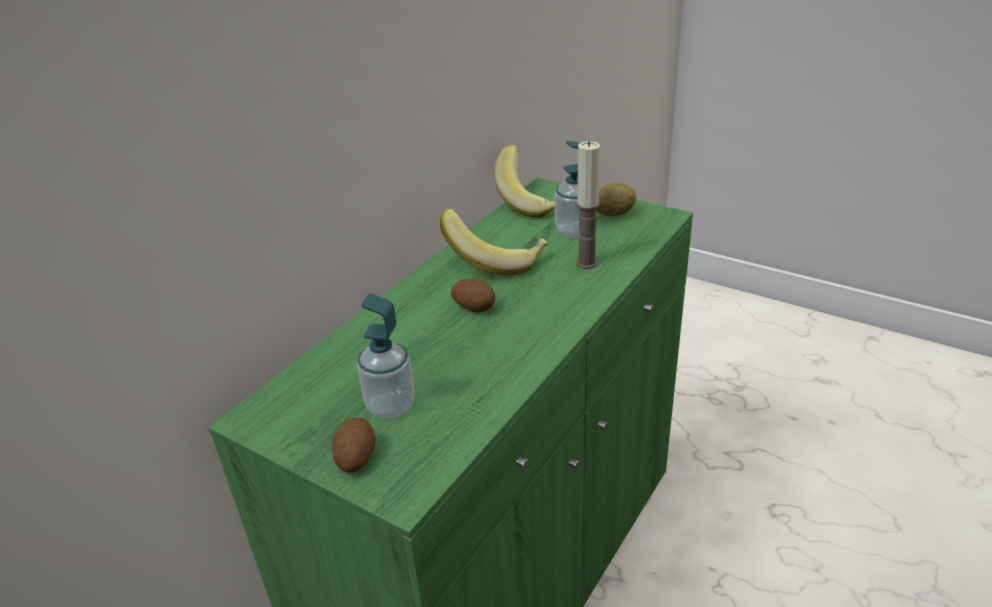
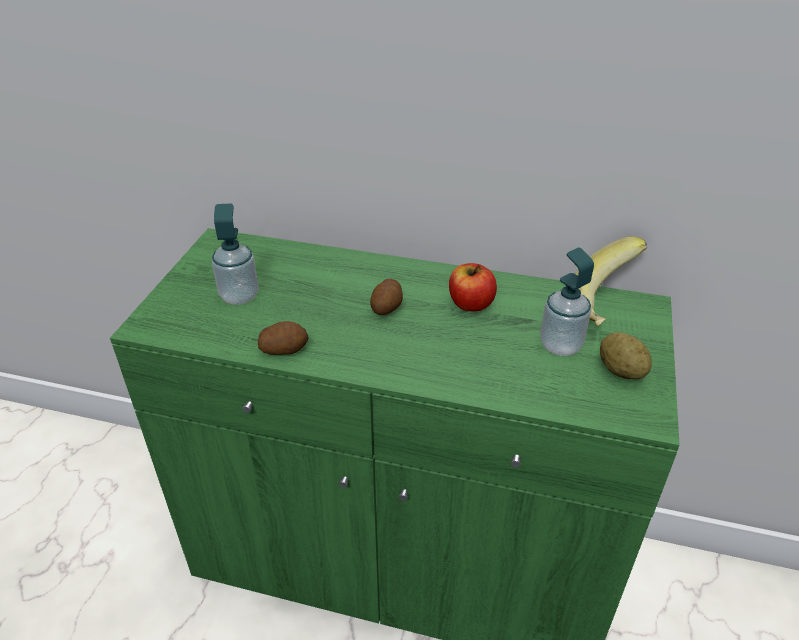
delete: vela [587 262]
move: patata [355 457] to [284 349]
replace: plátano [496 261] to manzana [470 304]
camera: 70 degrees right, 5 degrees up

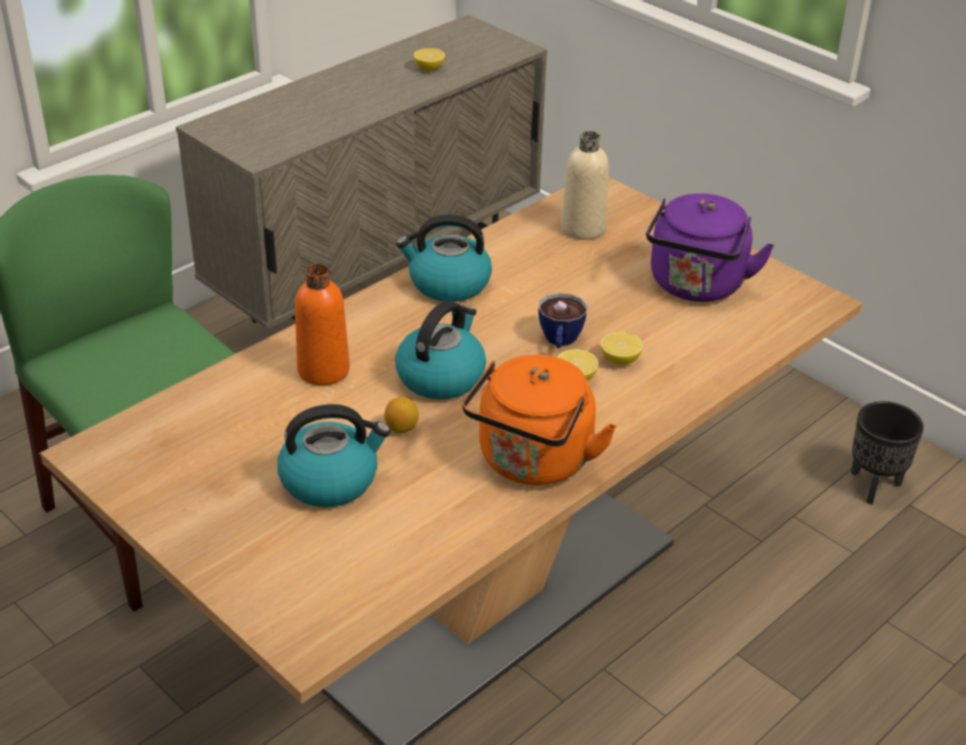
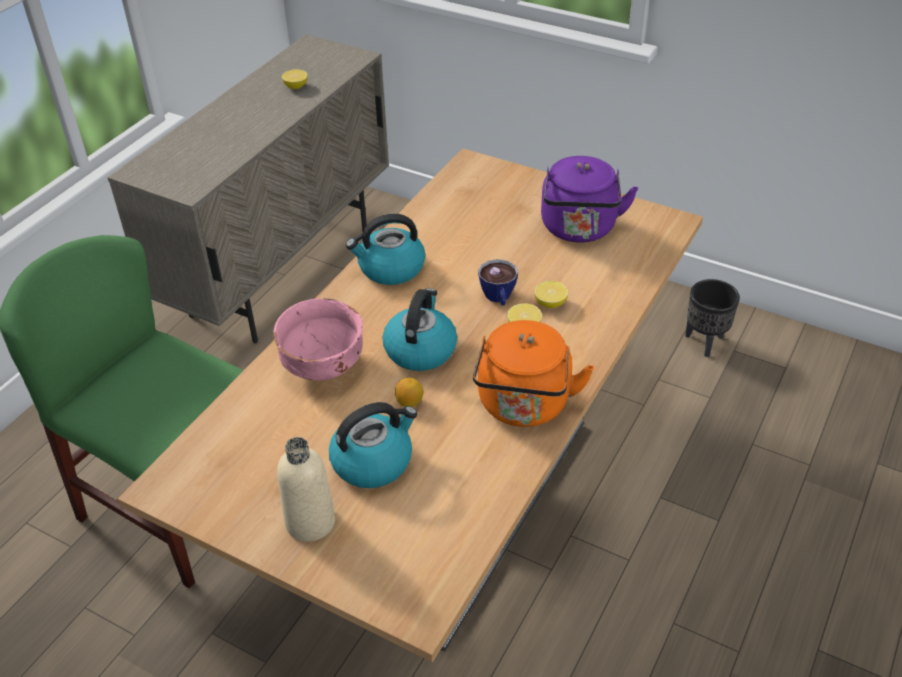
move: botella (beis) [583 228] to [310 522]
replace: botella (naranja) [323 370] to cuenco (rosa) [324 366]
camera: 15 degrees left, 5 degrees up

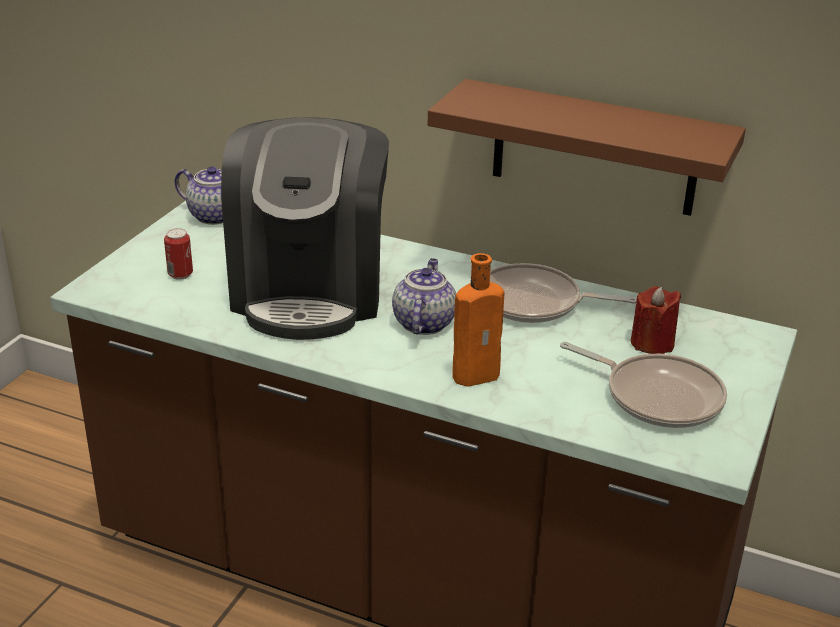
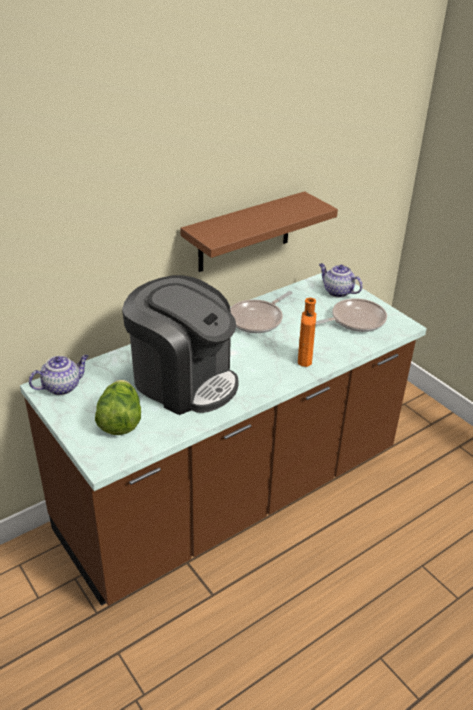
delete: vela (rojo) [652 343]
move: tetera [423 322] to [337 291]
replace: lata [180 274] to lechuga [120 421]
camera: 60 degrees left, 5 degrees up

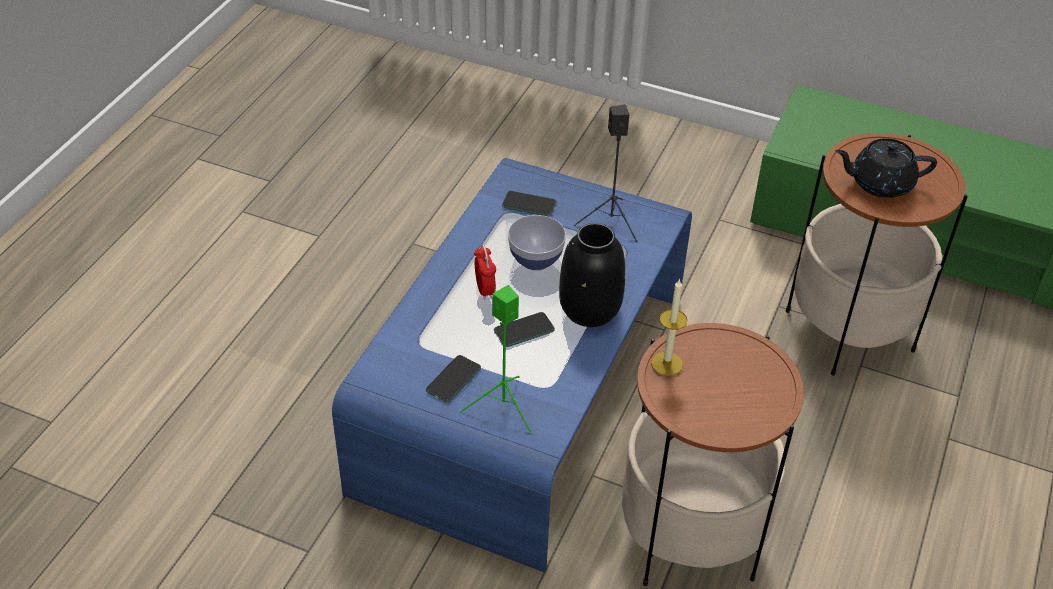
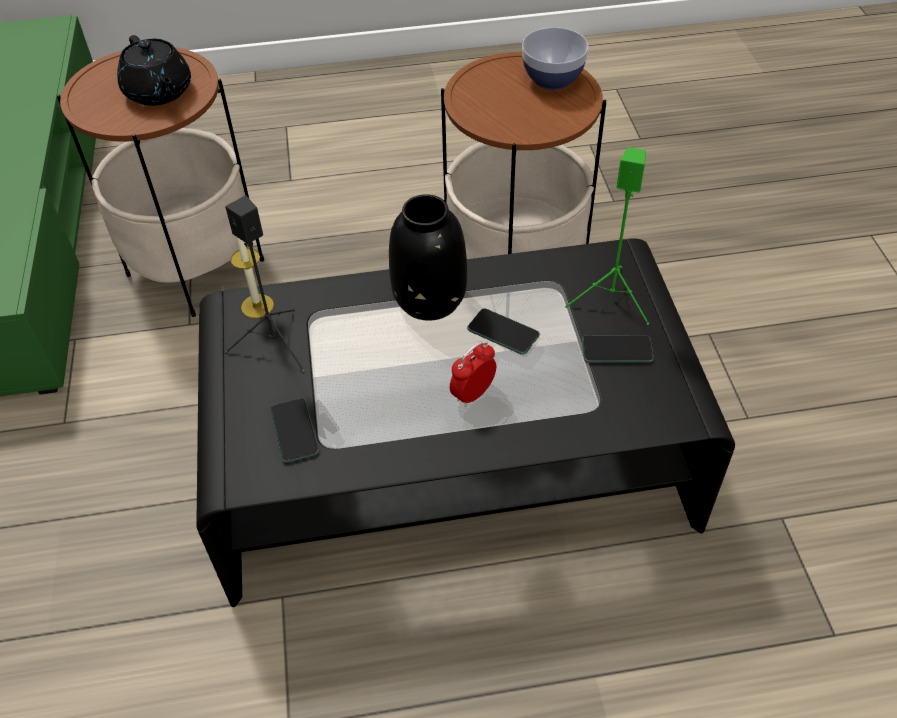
move: cuenco [535 259] to [552 79]; vela [666 364] to [257 306]
recolor: mesa de centro (azul) [523 390] to mesa de centro (negro) [451 462]
camera: 120 degrees left, 5 degrees up

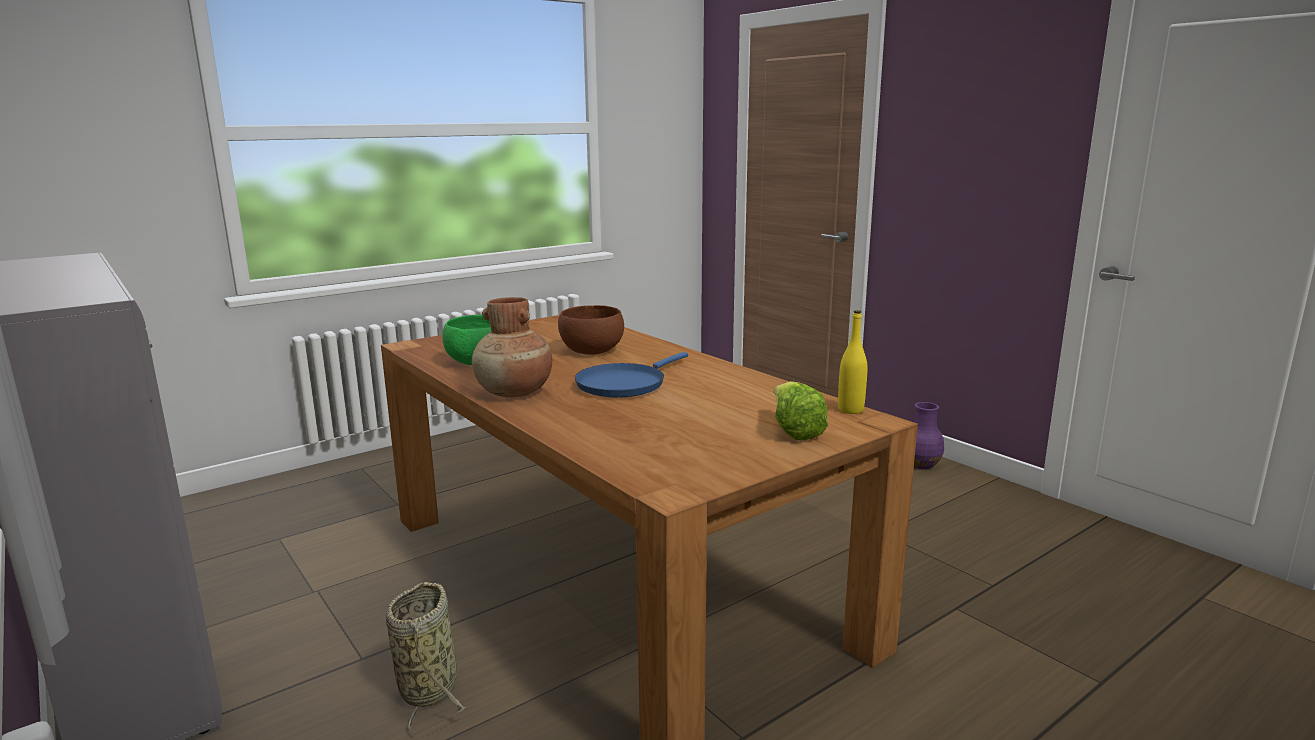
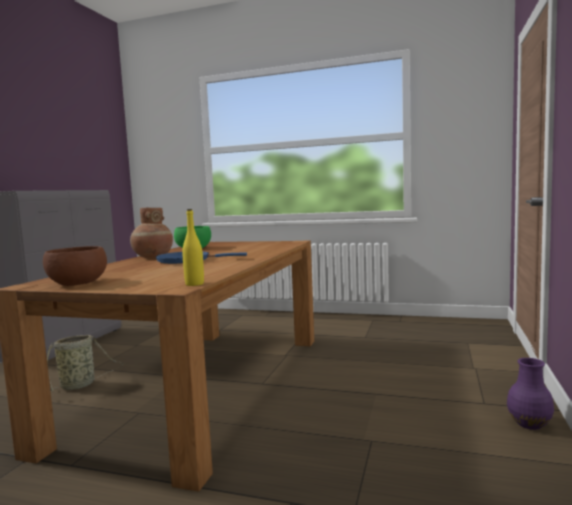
delete: lechuga [794 431]
move: cuenco (marrón) [592 350] to [78 283]
camera: 55 degrees right, 10 degrees down

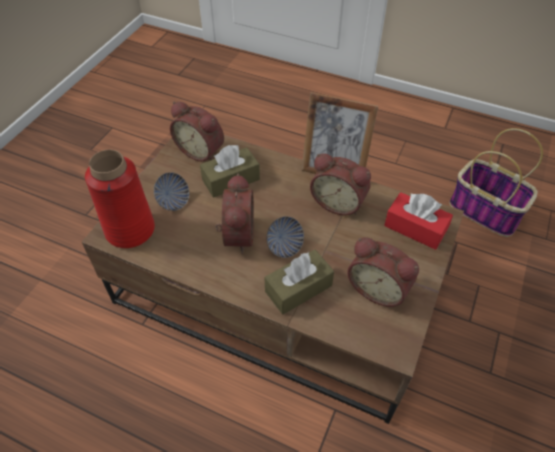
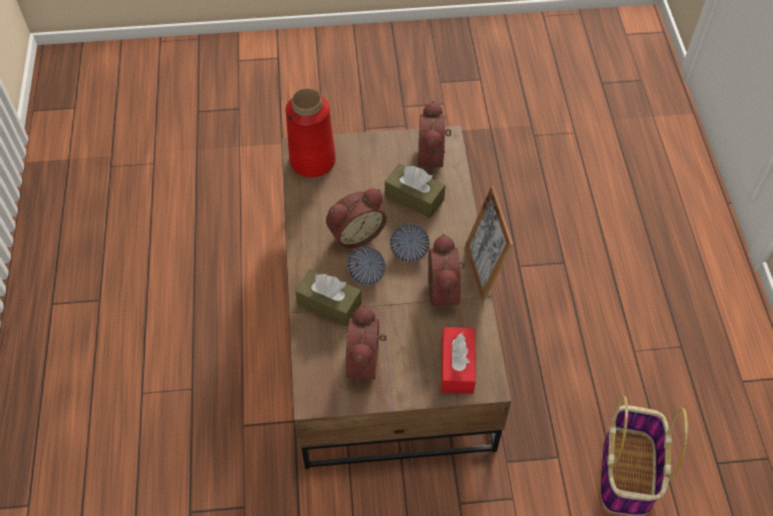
move: cuenco [173 201] to [409 251]
camera: 60 degrees right, 5 degrees up

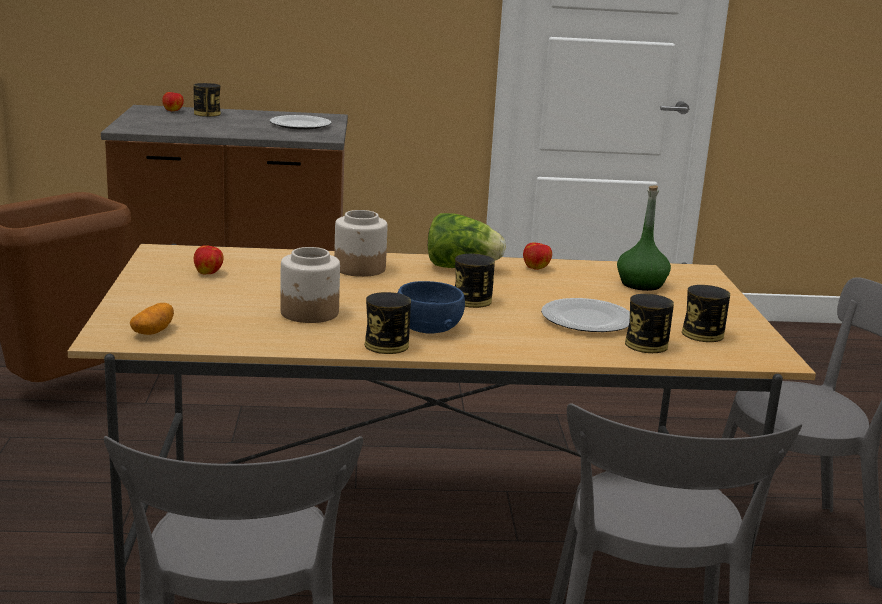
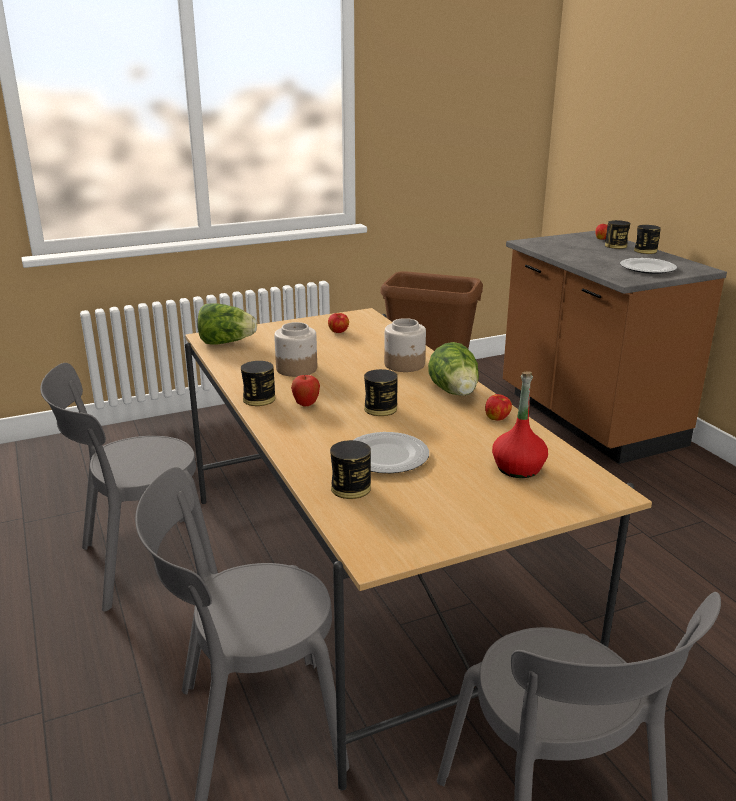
move: lata [702 334] to [645 251]
replace: patata [153 331] to lechuga [226 343]; cuenco (azul) [428 327] to manzana [306 405]
recolor: botella (verde) [641 284] to botella (rojo) [518 468]
camera: 70 degrees right, 5 degrees up

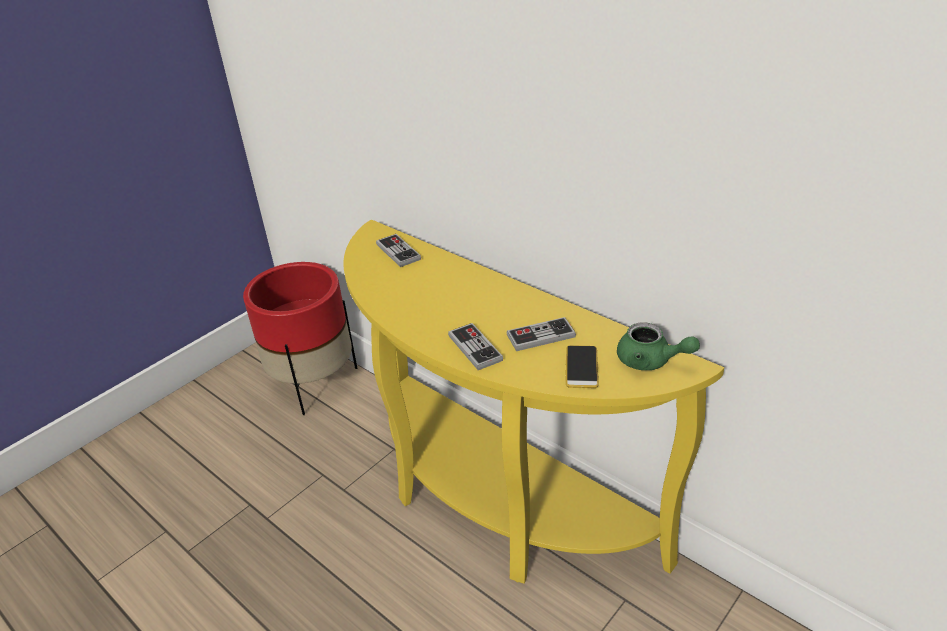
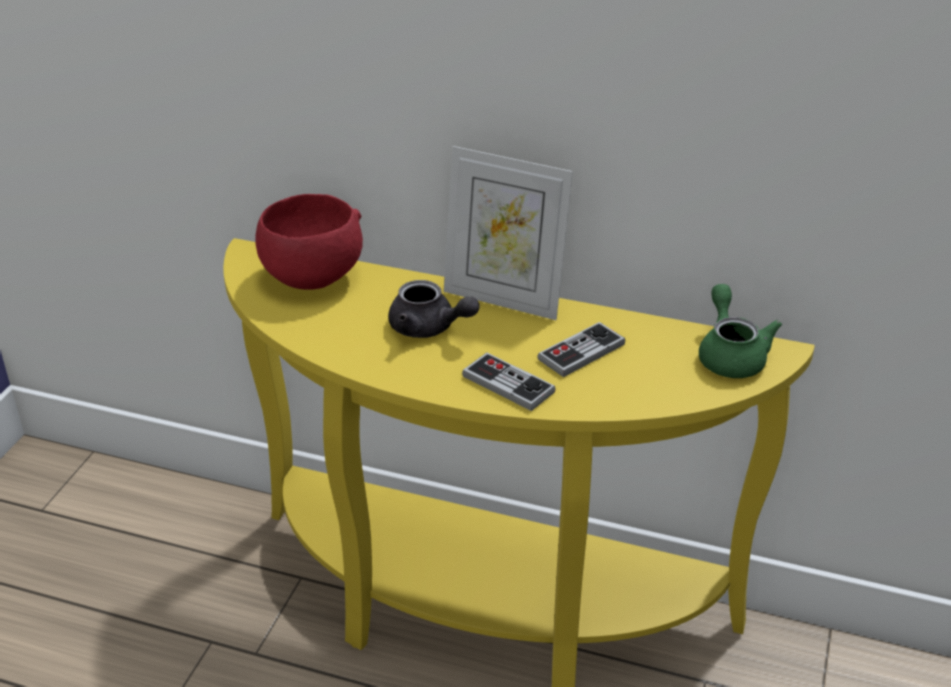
delete: maceta (rojo) [314 383]; móvil [581 367]
insert: tetera (gris) [429 328]; portarretratos [504 299]
replace: mando de consola [398 252] to cuenco (rojo) [310 277]
rotate: tetera (verde) [650 361] = [730 355] 105 degrees counterclockwise
camera: 25 degrees left, 0 degrees up

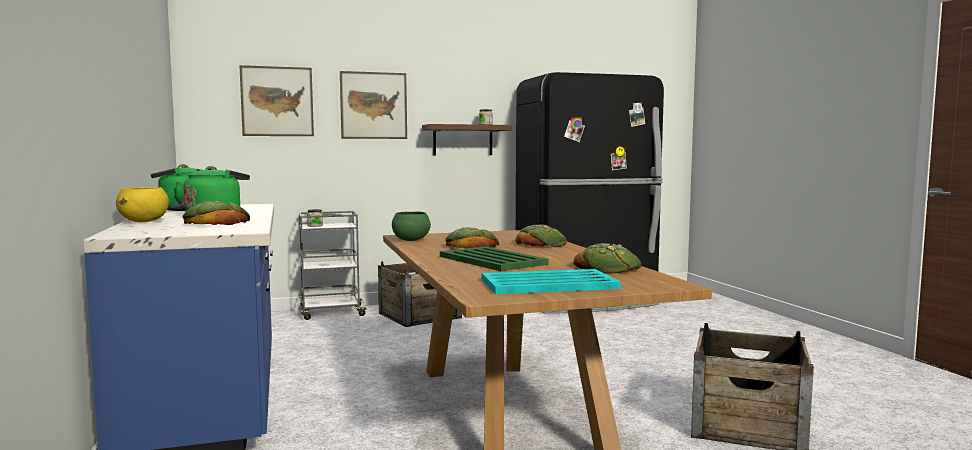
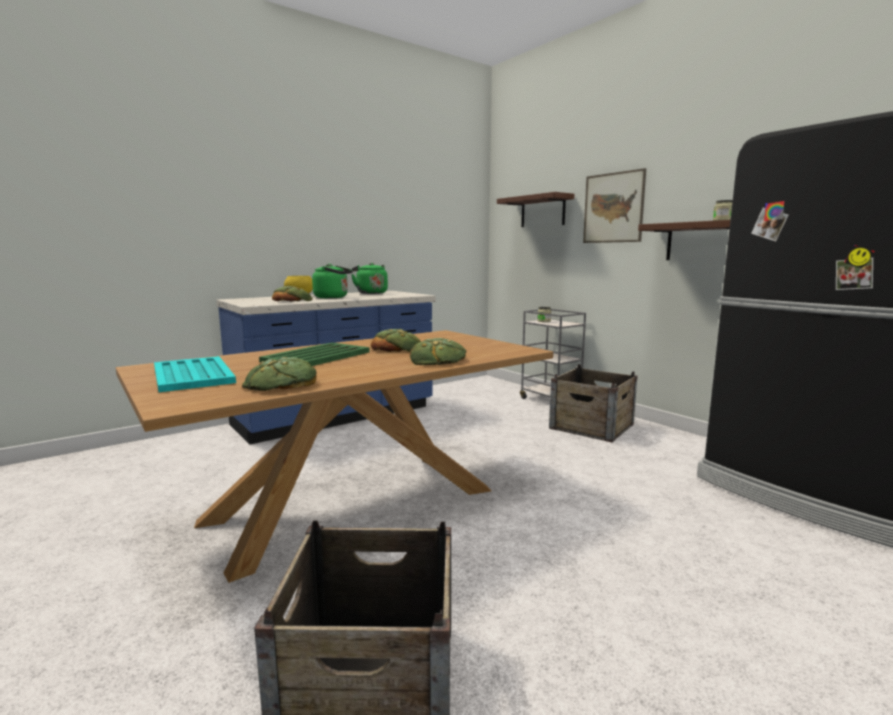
delete: cuenco (verde) [410 240]
replace: cuadro [277 101] to estante (marrón) [542 211]
camera: 70 degrees right, 5 degrees up

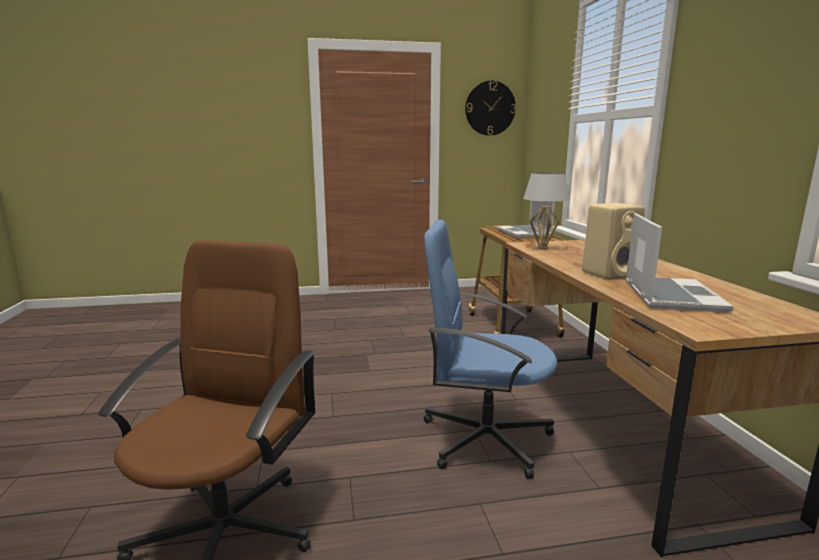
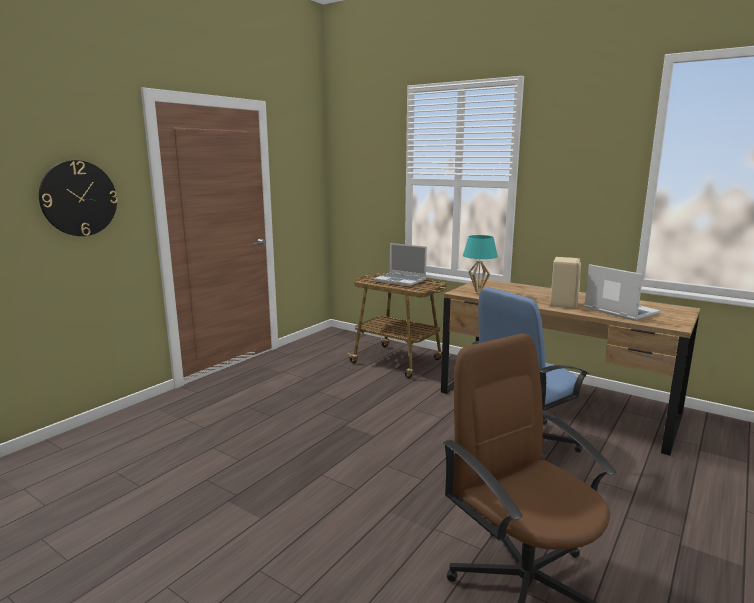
move: reloj de pared [490 108] to [79 198]
recolor: lámpara de mesa (blanco) [542 248] to lámpara de mesa (turquesa) [478 293]
camera: 45 degrees left, 0 degrees up

